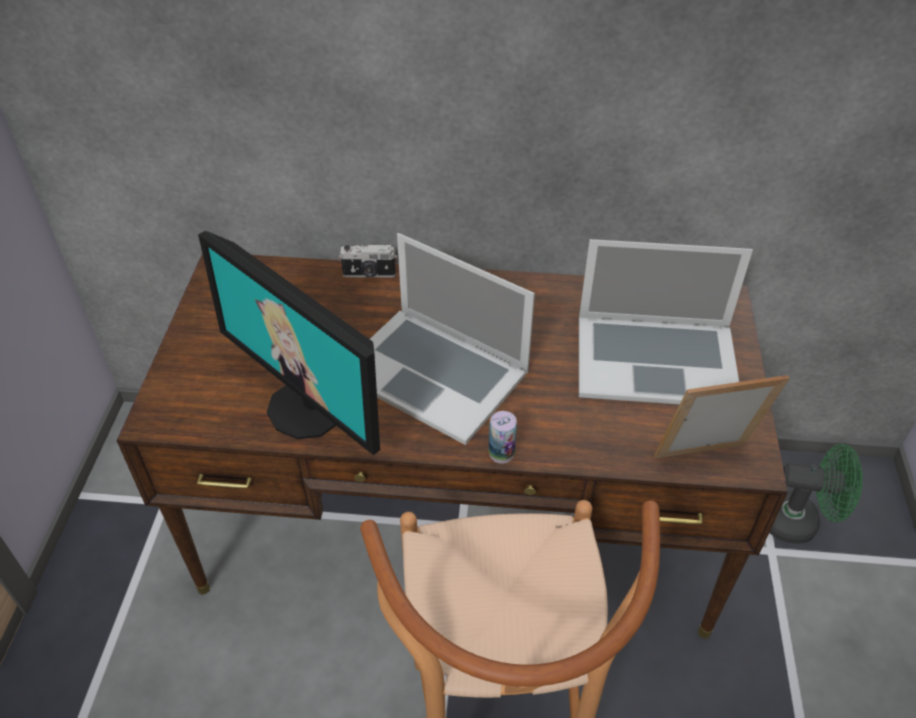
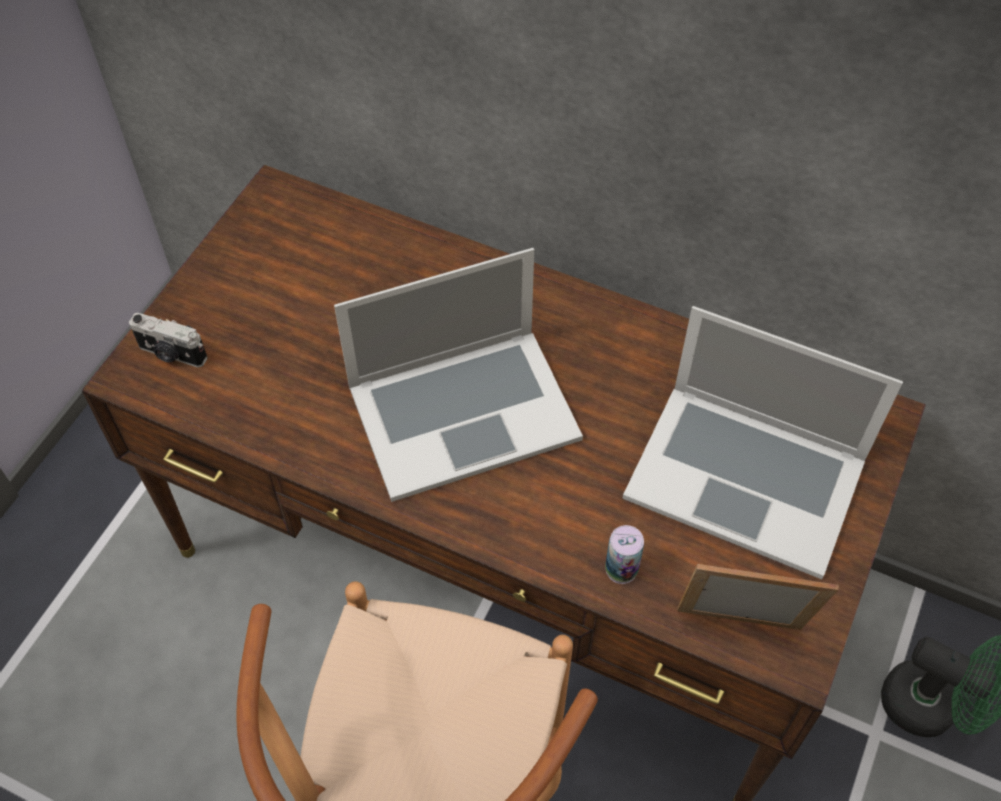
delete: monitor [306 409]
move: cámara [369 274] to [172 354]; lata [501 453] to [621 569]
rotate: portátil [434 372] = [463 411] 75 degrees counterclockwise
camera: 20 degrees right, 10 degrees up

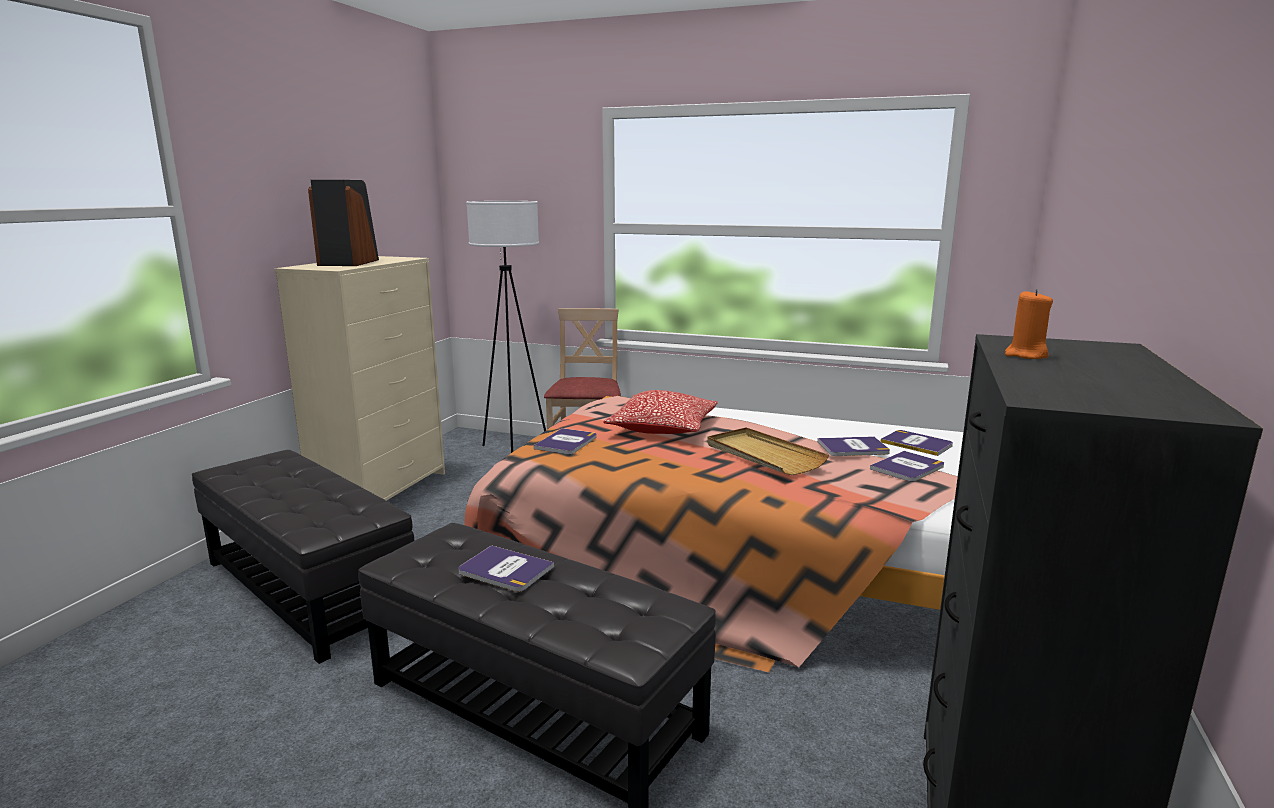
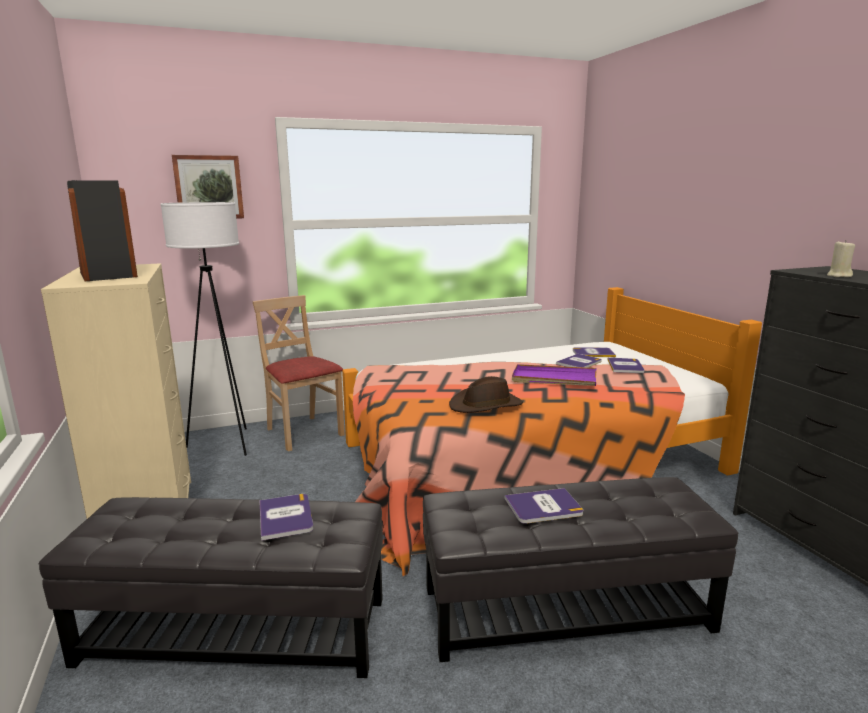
delete: cojín [663 428]
insert: cuadro [209 187]; sombrero (marrón) [486 405]
move: libro [566 442] to [285 517]
recolor: bandeja (beis) [763 455] to bandeja (morado) [554 379]; vela (naranja) [1026 355] to vela (beis) [838 276]
camera: 40 degrees left, 0 degrees up

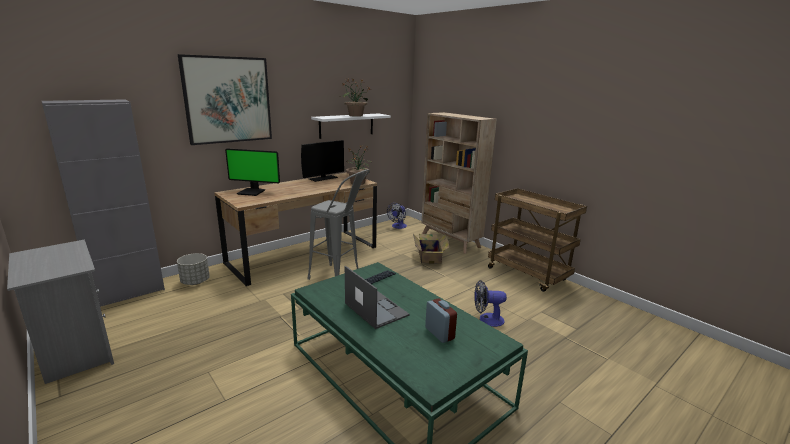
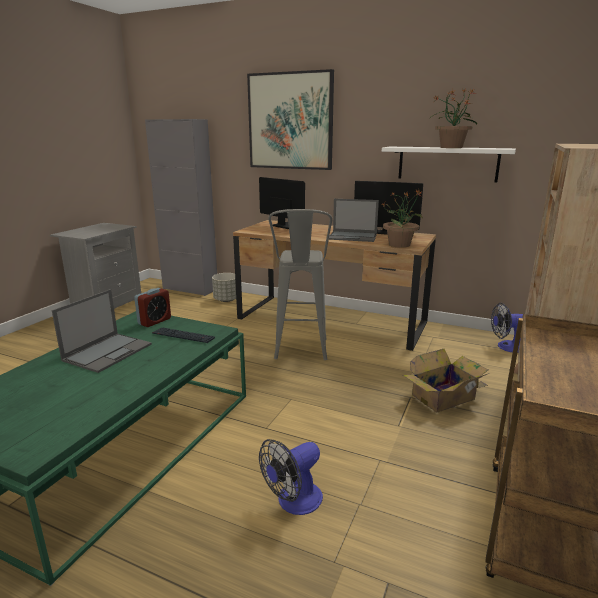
insert: portátil [353 237]
move: despertador [439 333] to [154 321]
rotate: monitor [252 192] = [286 226] 150 degrees clockwise; ventilador [487 319] = [293 502] 105 degrees counterclockwise
camera: 65 degrees right, 0 degrees up

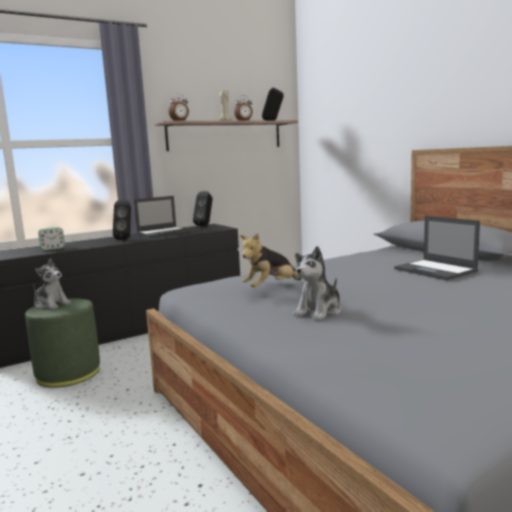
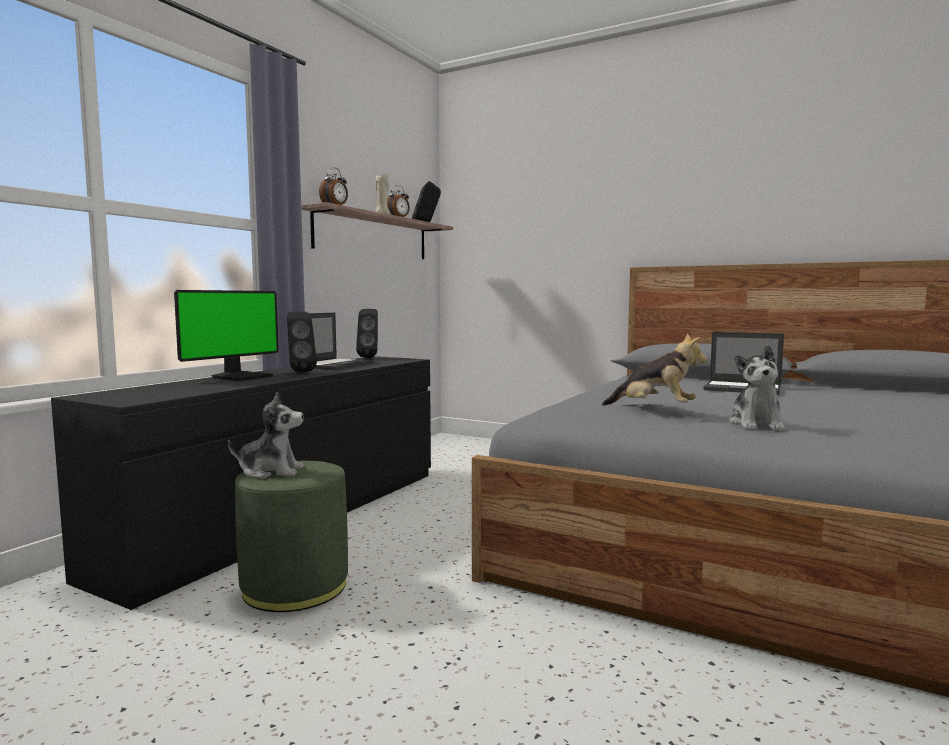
delete: despertador [52 248]
insert: monitor [241 377]
rotate: peluche [270 288] = [654 408] 90 degrees counterclockwise
camera: 30 degrees left, 5 degrees down

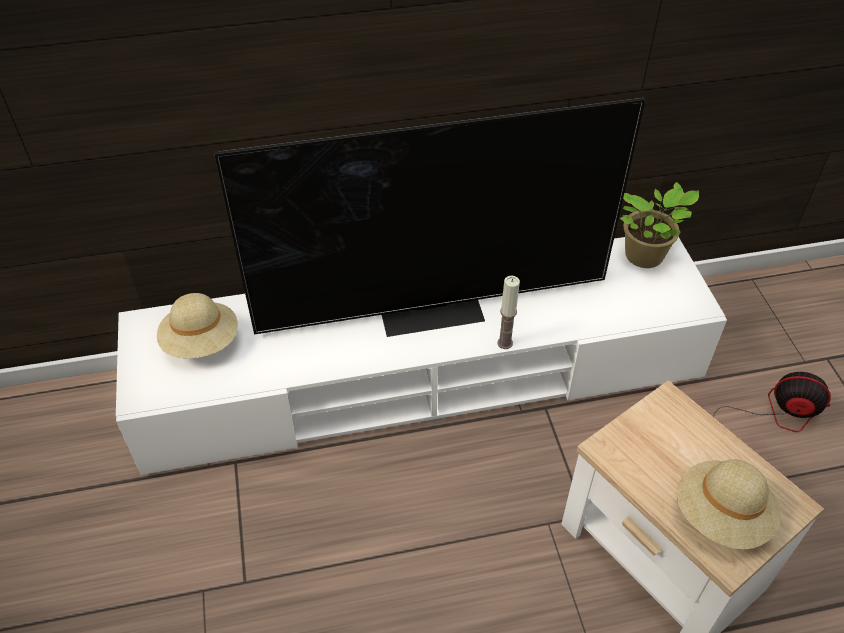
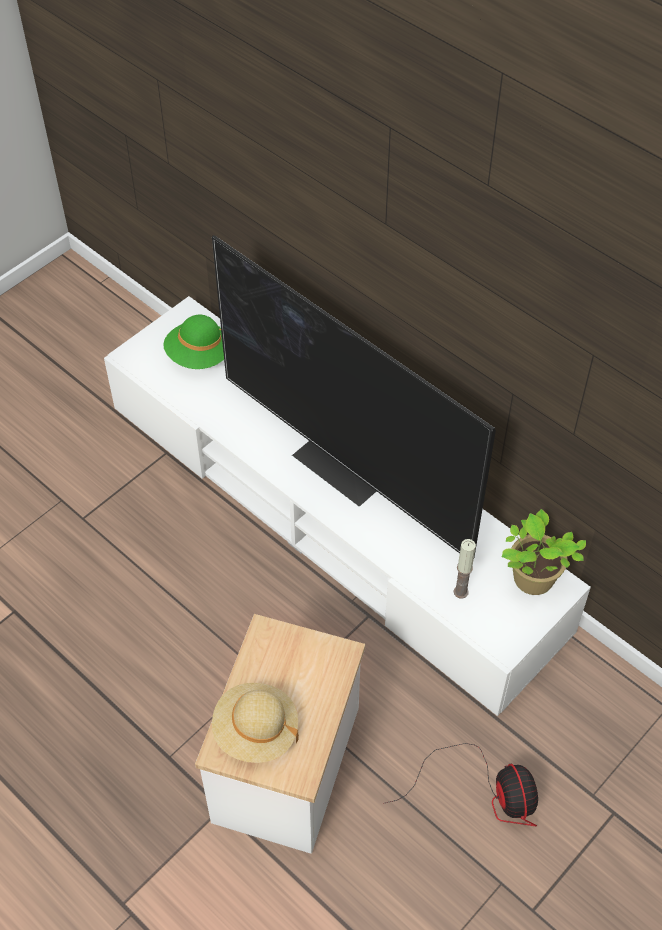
move: vela [505 343] to [461 592]
recolor: sombrero (beis) [201 342] to sombrero (verde) [199 356]
camera: 55 degrees right, 5 degrees up

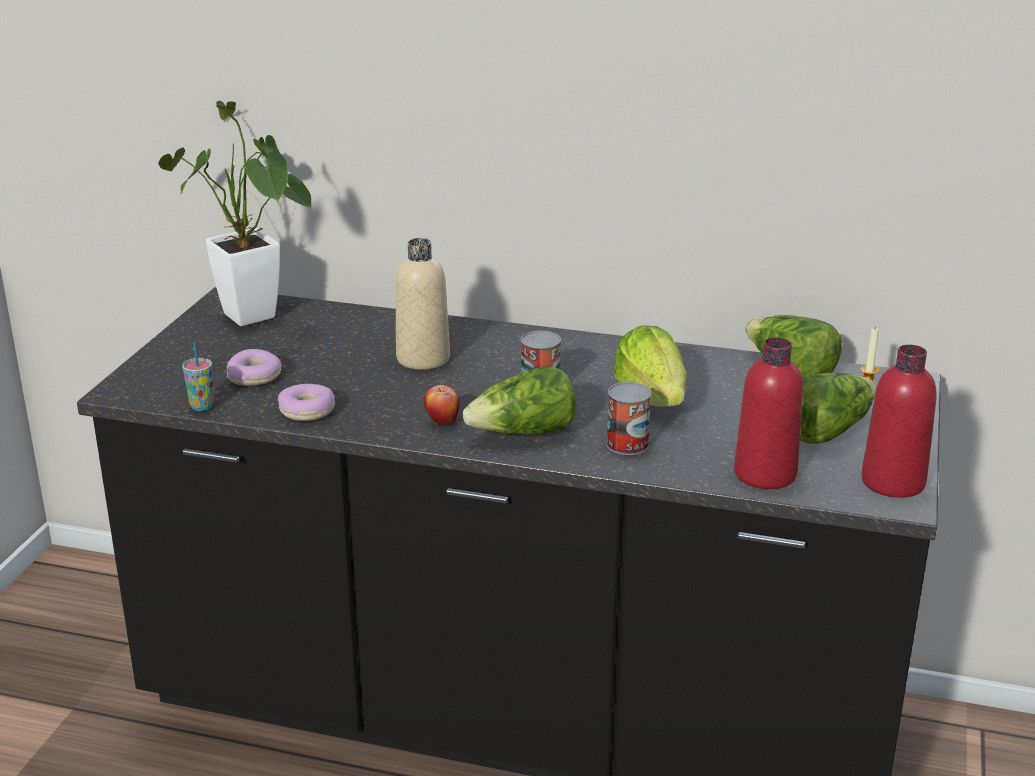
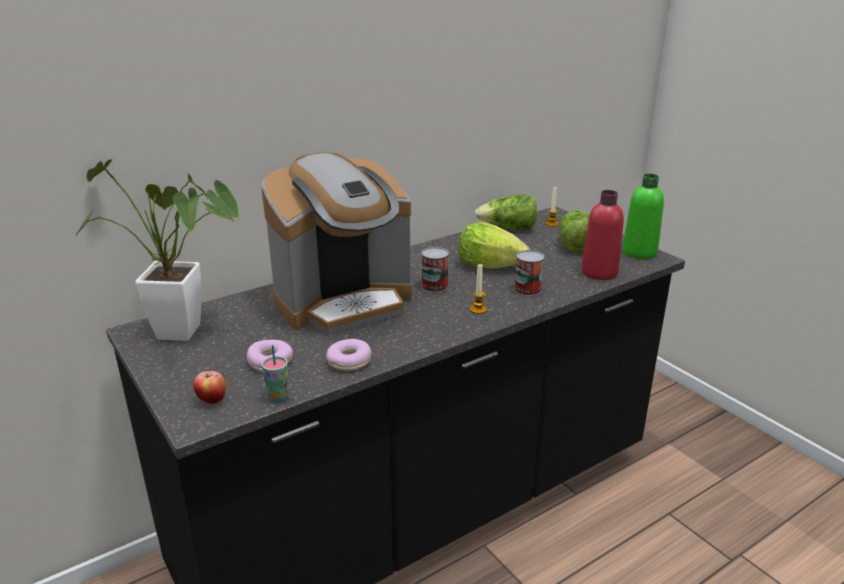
move: manzana [442 421] to [212 400]
replace: botella (beis) [423 358] to cafetera [344 302]; lechuga [524 433] to vela [478 309]
recolor: botella (rojo) [893 482] to botella (verde) [639 252]
camera: 50 degrees left, 0 degrees up

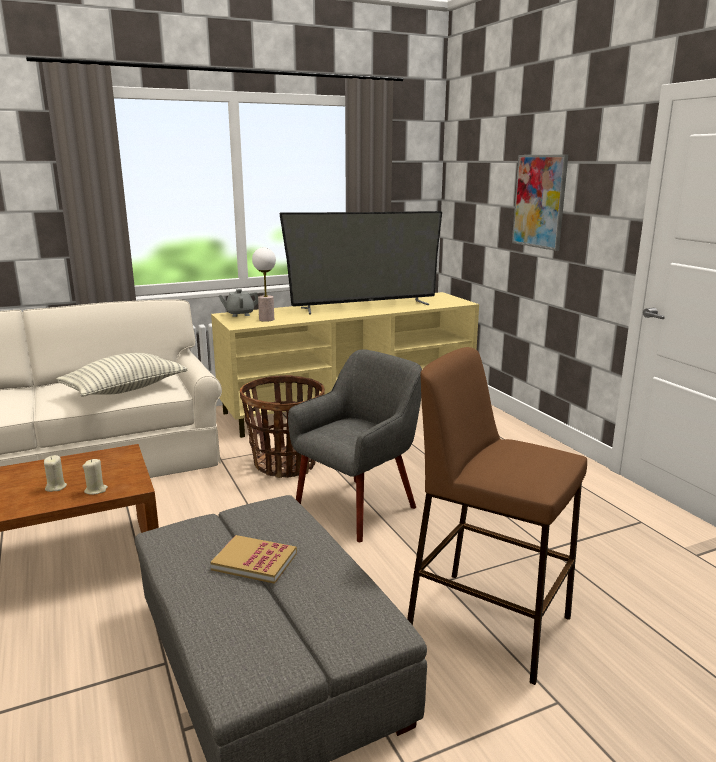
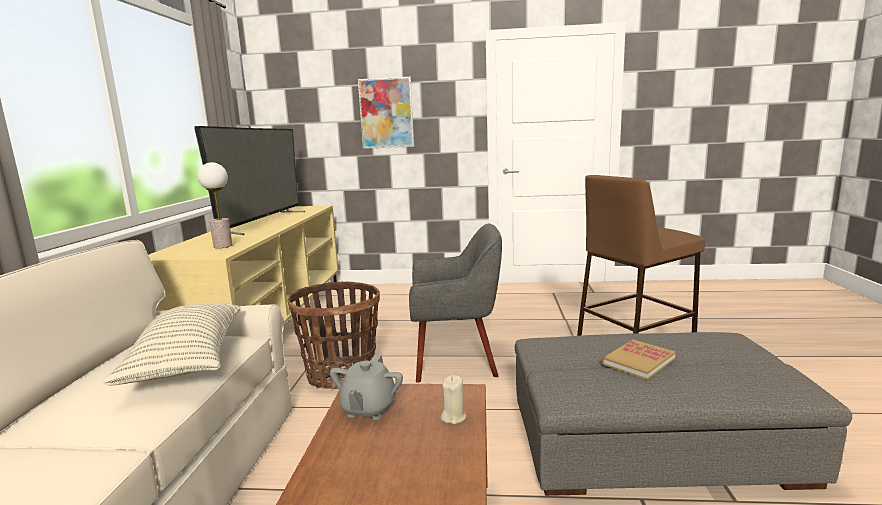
delete: vela (beis) [56 487]
move: tetera (gris) [240 314] to [368 409]
rotate: sillón (gris) [358 507] = [456 360] 105 degrees clockwise
camera: 60 degrees left, 5 degrees down

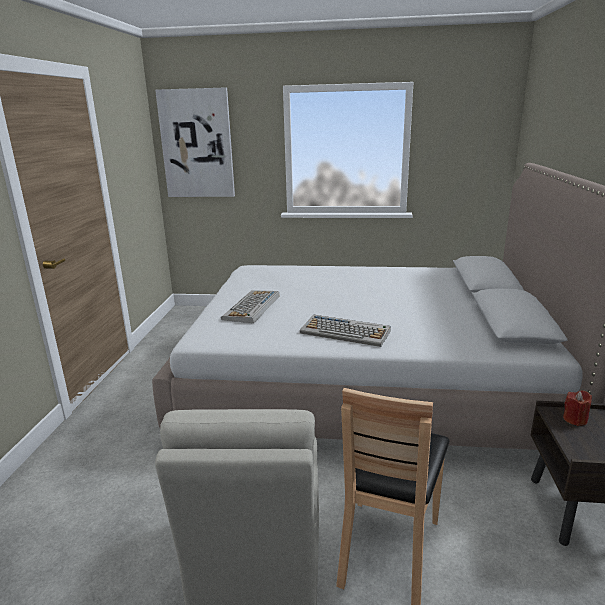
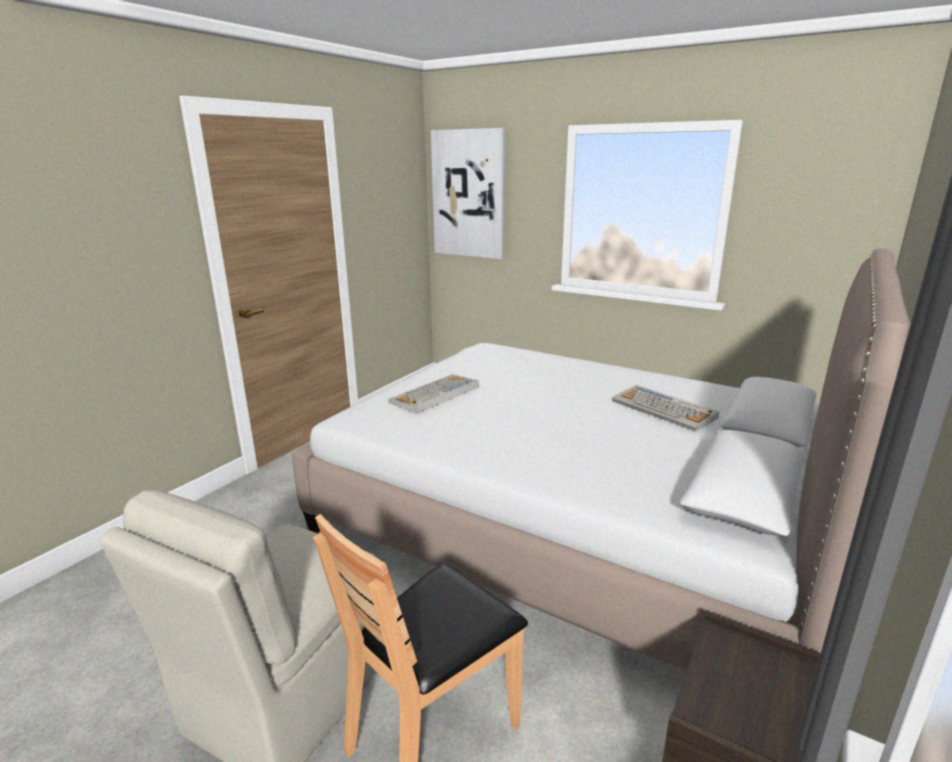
delete: vela (rojo) [575 419]
move: teclado [346 332] to [664 409]
camera: 25 degrees right, 0 degrees up

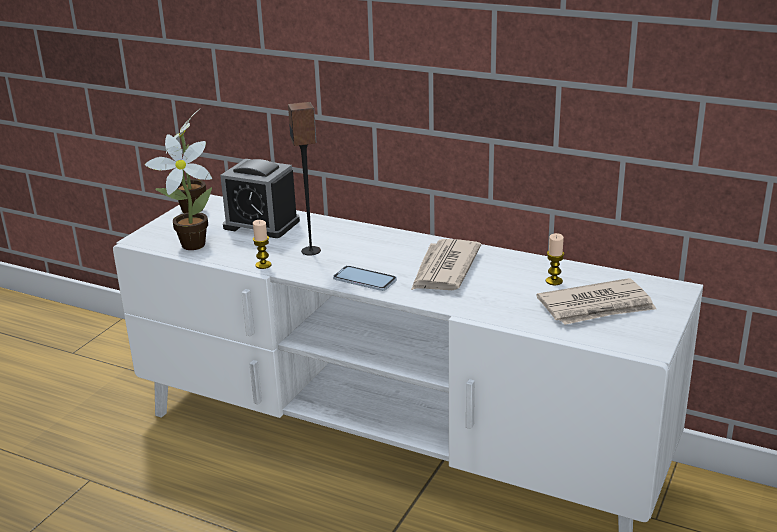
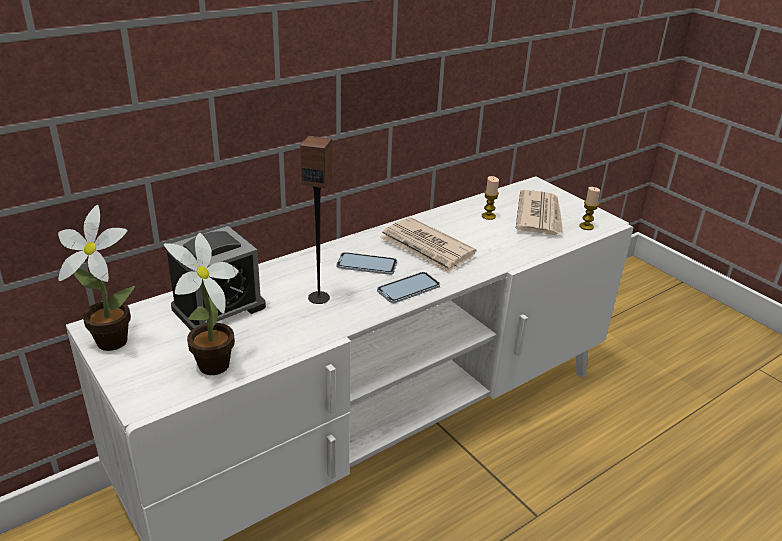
insert: móvil [367 264]
move: vela [263 265] to [586 226]
camera: 65 degrees left, 5 degrees up

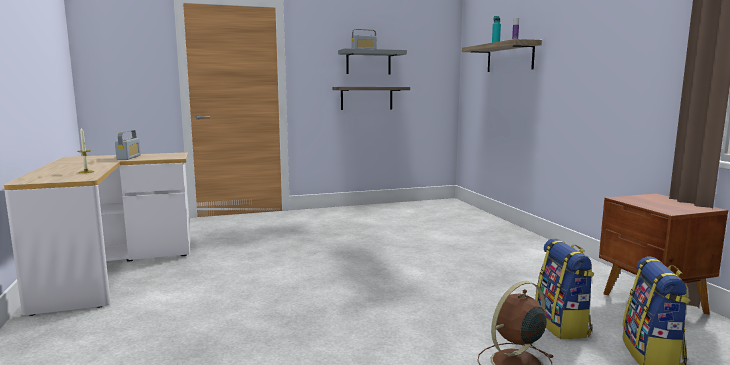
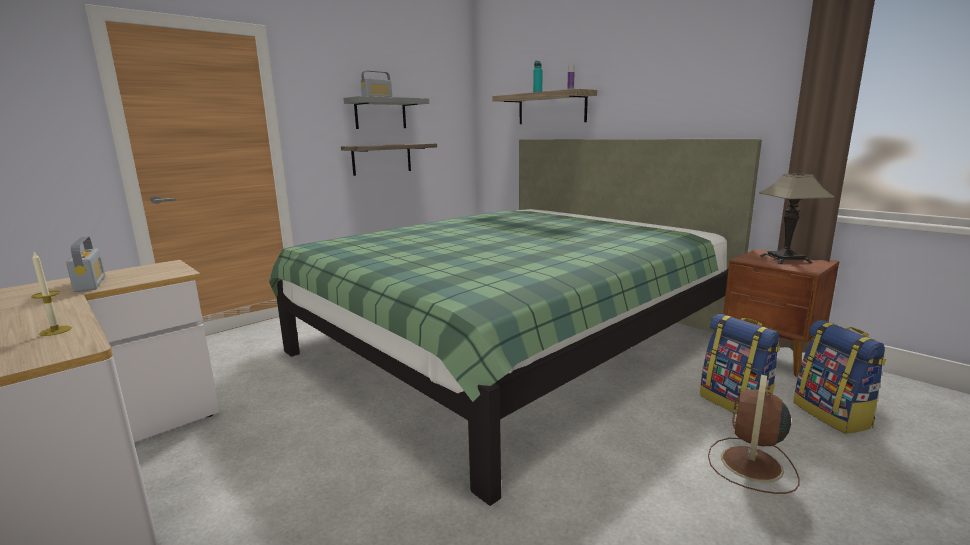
insert: cama (verde) [511 343]; lámpara de mesa [785 259]
camera: 25 degrees left, 5 degrees up

